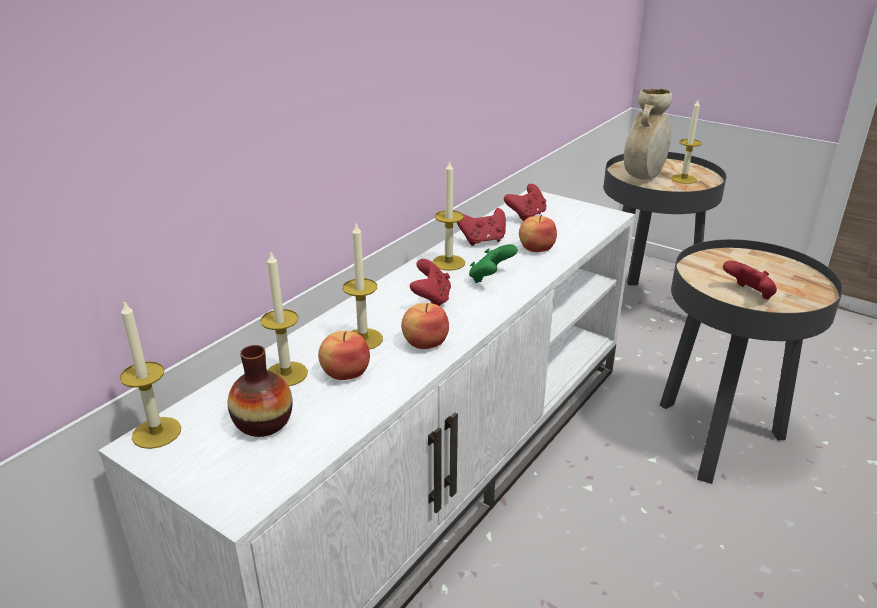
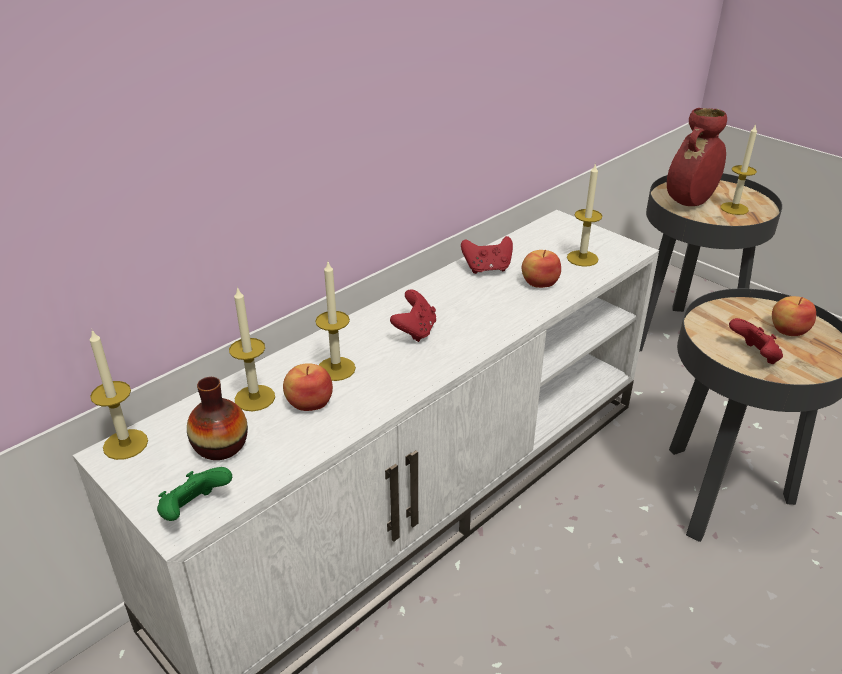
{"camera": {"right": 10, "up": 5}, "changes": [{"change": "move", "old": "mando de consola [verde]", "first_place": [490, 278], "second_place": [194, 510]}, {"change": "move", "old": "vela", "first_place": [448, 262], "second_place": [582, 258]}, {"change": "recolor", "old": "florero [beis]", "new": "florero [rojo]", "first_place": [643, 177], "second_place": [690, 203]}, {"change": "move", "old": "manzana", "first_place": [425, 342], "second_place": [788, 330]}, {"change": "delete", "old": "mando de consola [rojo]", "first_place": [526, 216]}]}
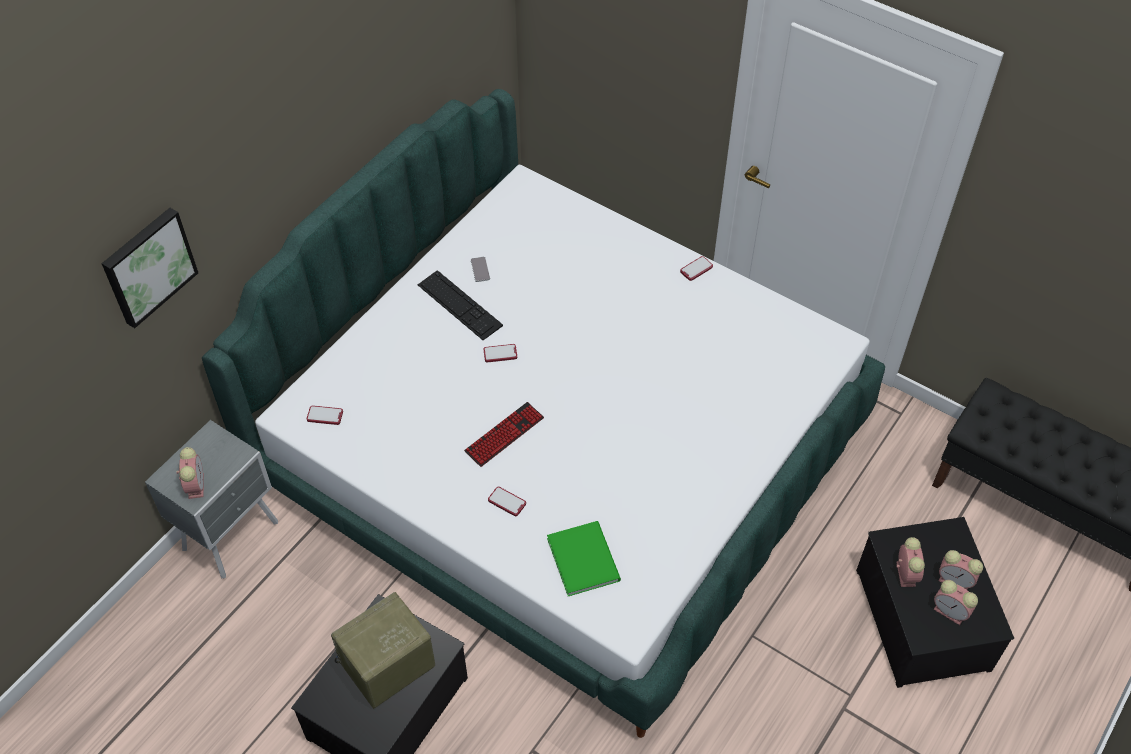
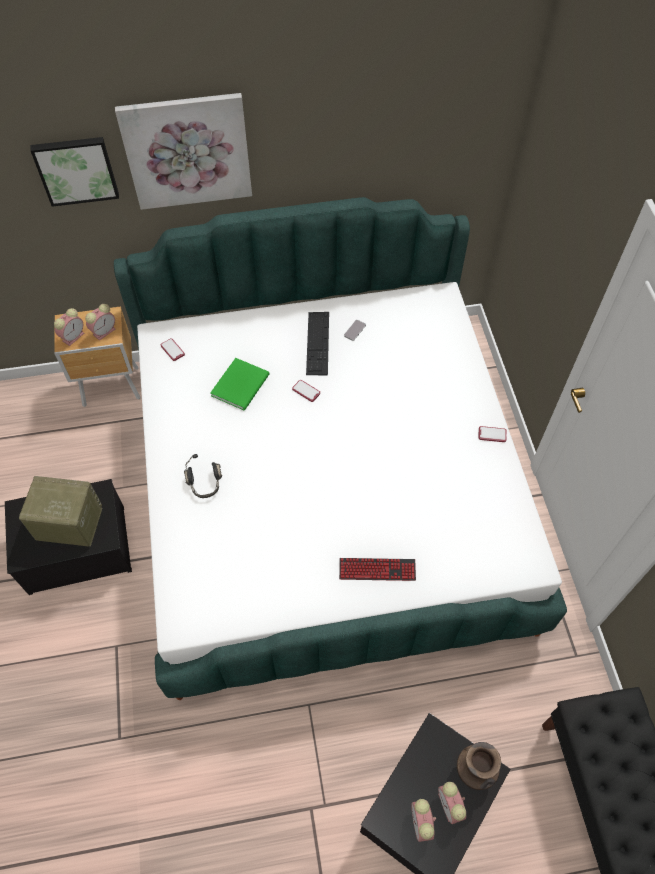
{"camera": {"right": 45, "up": 5}, "changes": [{"change": "recolor", "old": "mesita de noche [gris]", "new": "mesita de noche [marrón]", "first_place": [233, 535], "second_place": [113, 387]}, {"change": "move", "old": "despertador", "first_place": [905, 572], "second_place": [104, 331]}, {"change": "insert", "new": "cuadro", "second_place": [187, 151]}, {"change": "replace", "old": "móvil", "new": "auriculares [negro]", "first_place": [507, 502], "second_place": [205, 484]}, {"change": "move", "old": "libro [verde]", "first_place": [584, 557], "second_place": [242, 384]}, {"change": "move", "old": "teclado", "first_place": [504, 435], "second_place": [377, 570]}, {"change": "insert", "new": "florero [marrón]", "second_place": [474, 771]}]}
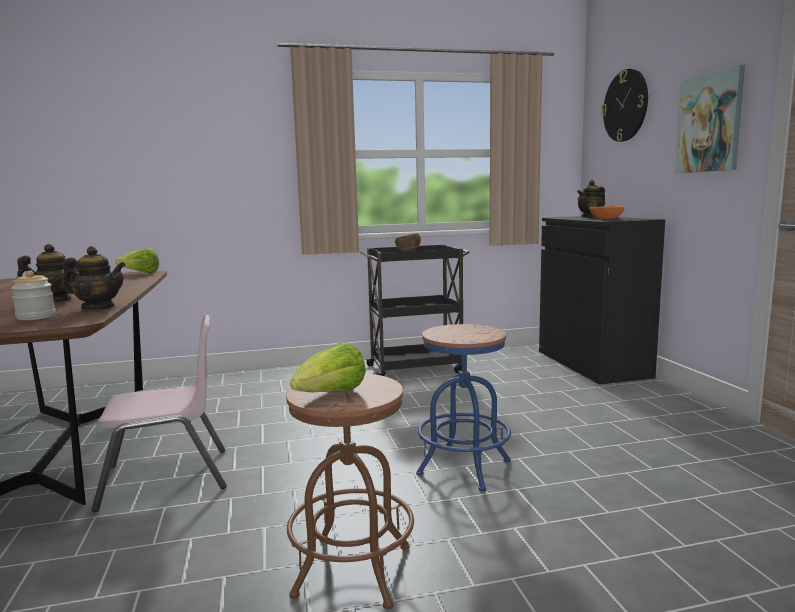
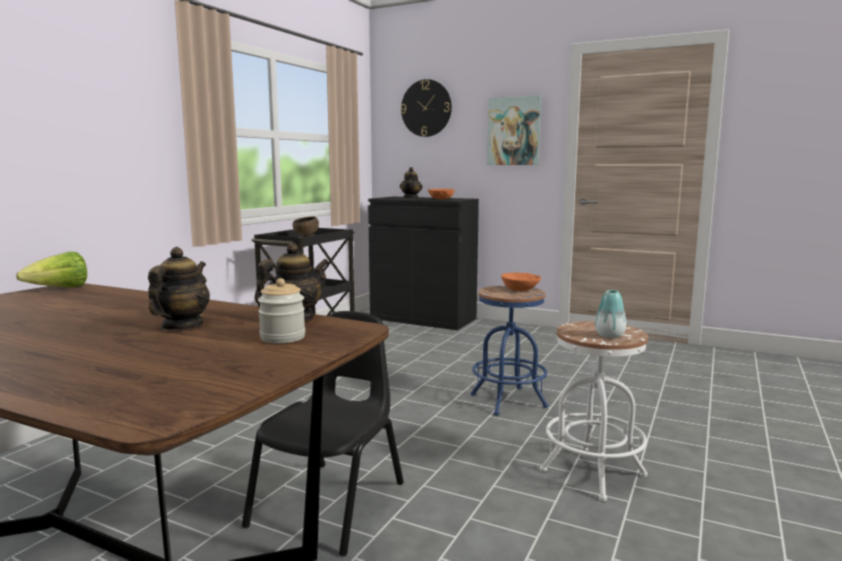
{"camera": {"right": -50, "up": 0}, "changes": [{"change": "recolor", "old": "silla [rosa]", "new": "silla [negro]", "first_place": [166, 478], "second_place": [331, 504]}, {"change": "insert", "new": "cuenco [naranja]", "second_place": [519, 290]}, {"change": "recolor", "old": "taburete [marrón]", "new": "taburete [blanco]", "first_place": [353, 571], "second_place": [593, 473]}, {"change": "replace", "old": "lechuga", "new": "florero", "first_place": [331, 395], "second_place": [609, 336]}]}
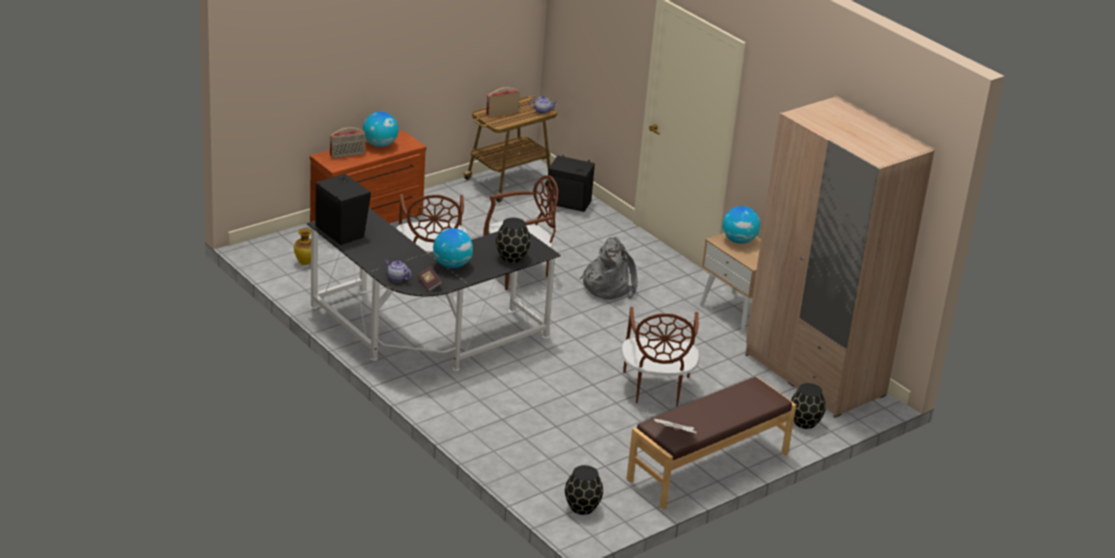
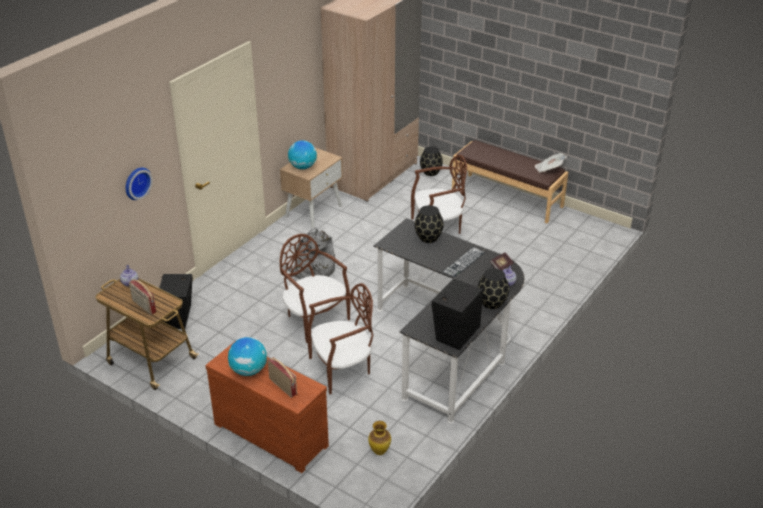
{"camera": {"right": -105, "up": 5}, "changes": [{"change": "insert", "new": "reloj de pared", "second_place": [136, 182]}, {"change": "replace", "old": "globo terráqueo", "new": "teclado", "first_place": [452, 265], "second_place": [464, 262]}, {"change": "move", "old": "florero [negro]", "first_place": [582, 507], "second_place": [491, 302]}]}
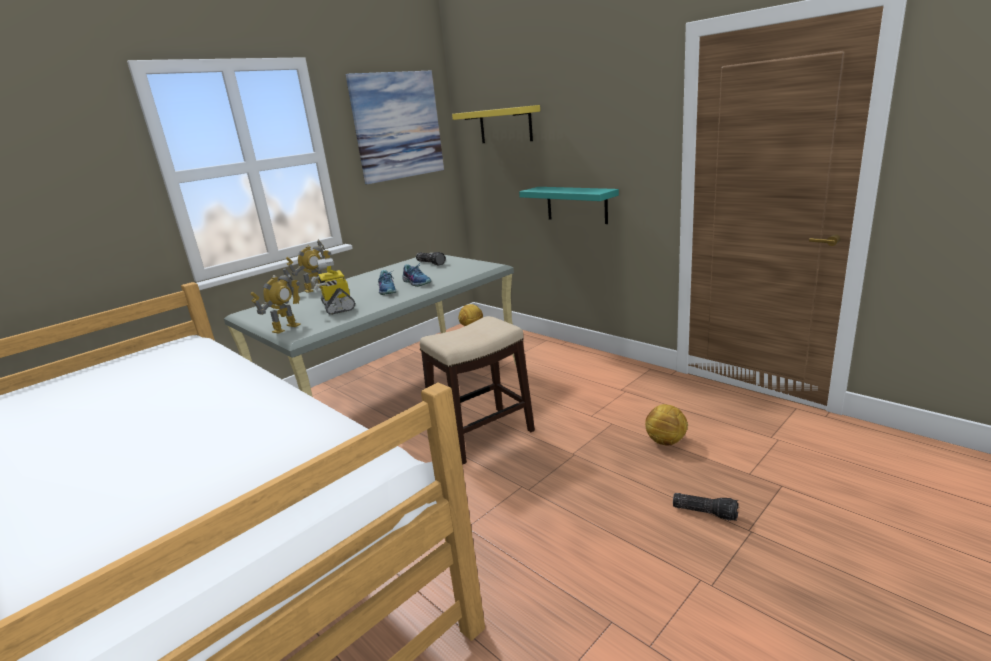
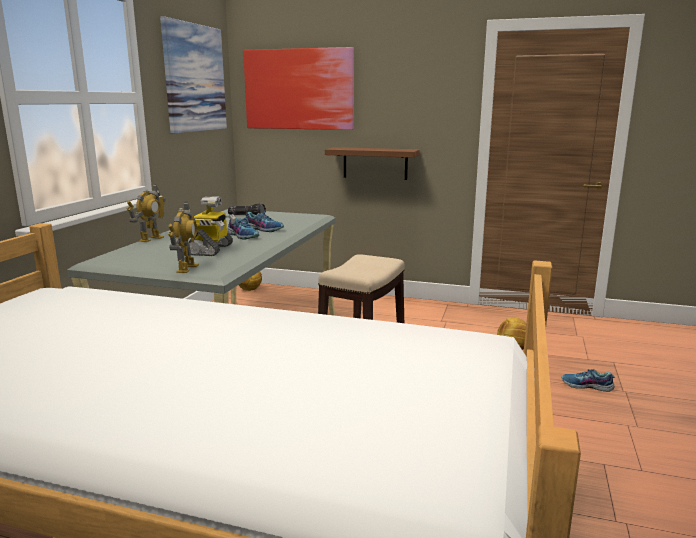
{"camera": {"right": -30, "up": -5}, "changes": [{"change": "rotate", "old": "robot de juguete", "first_place": [337, 306], "second_place": [211, 250], "degrees": -120}, {"change": "replace", "old": "estante [amarillo]", "new": "cuadro", "first_place": [505, 125], "second_place": [299, 89]}, {"change": "recolor", "old": "estante [turquesa]", "new": "estante [marrón]", "first_place": [576, 204], "second_place": [375, 163]}, {"change": "replace", "old": "linterna", "new": "zapato", "first_place": [705, 512], "second_place": [587, 386]}]}
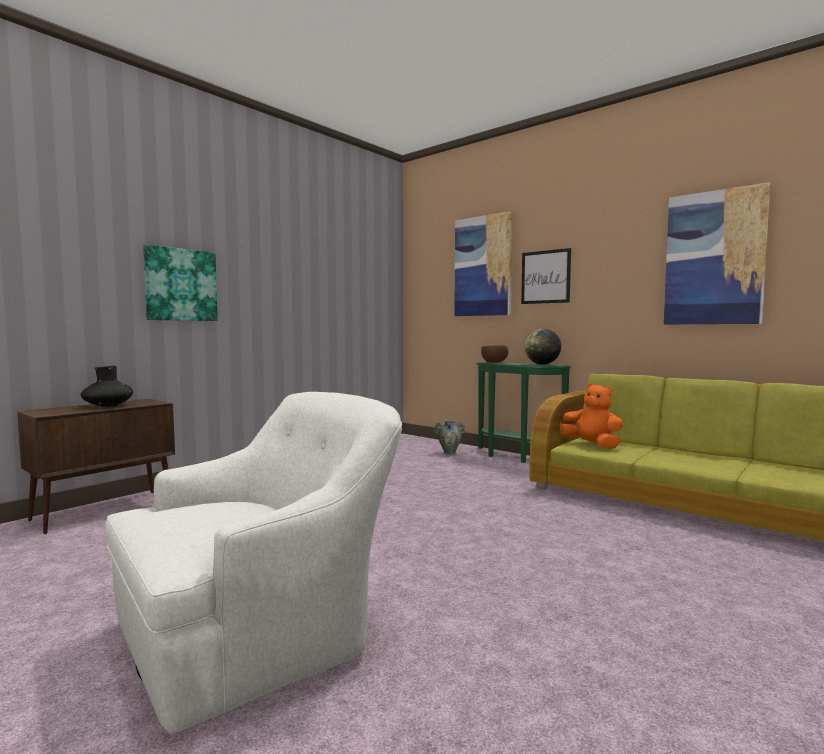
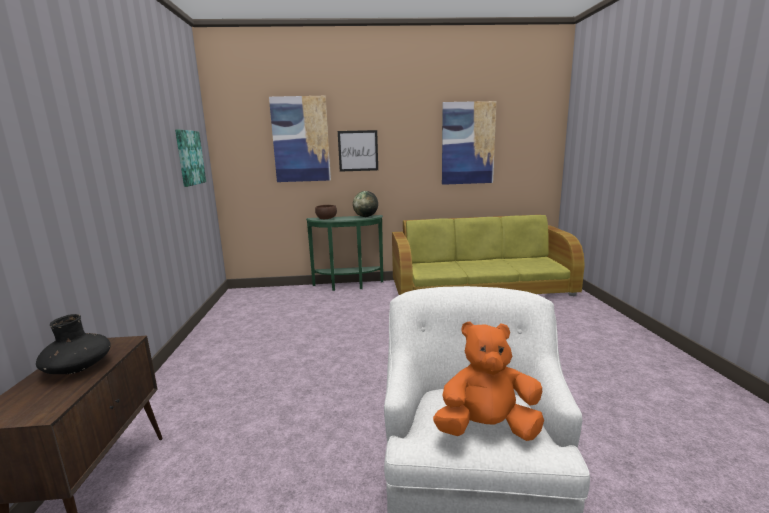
{"camera": {"right": -45, "up": 10}, "changes": [{"change": "move", "old": "cuadro", "first_place": [181, 285], "second_place": [189, 158]}, {"change": "move", "old": "peluche [naranja]", "first_place": [591, 445], "second_place": [487, 429]}, {"change": "delete", "old": "florero", "first_place": [449, 452]}]}
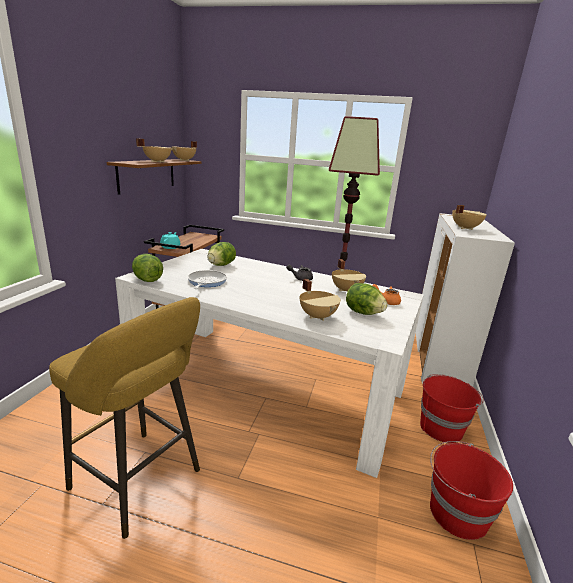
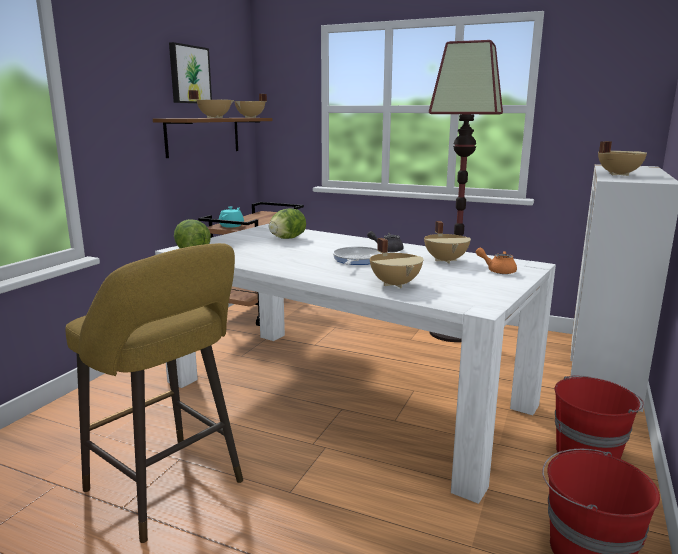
{"camera": {"right": 10, "up": -5}, "changes": [{"change": "insert", "new": "cuadro", "second_place": [189, 74]}, {"change": "move", "old": "sartén", "first_place": [206, 282], "second_place": [356, 260]}, {"change": "delete", "old": "lechuga", "first_place": [363, 313]}]}
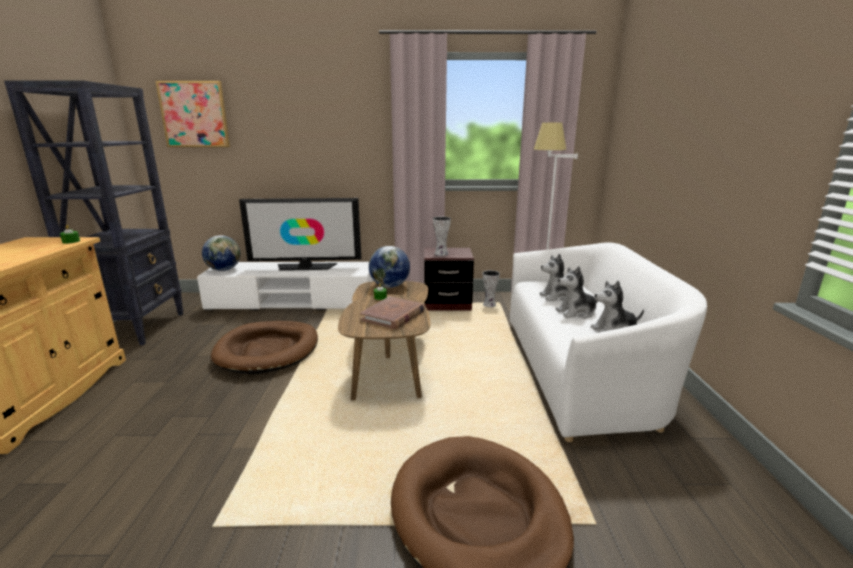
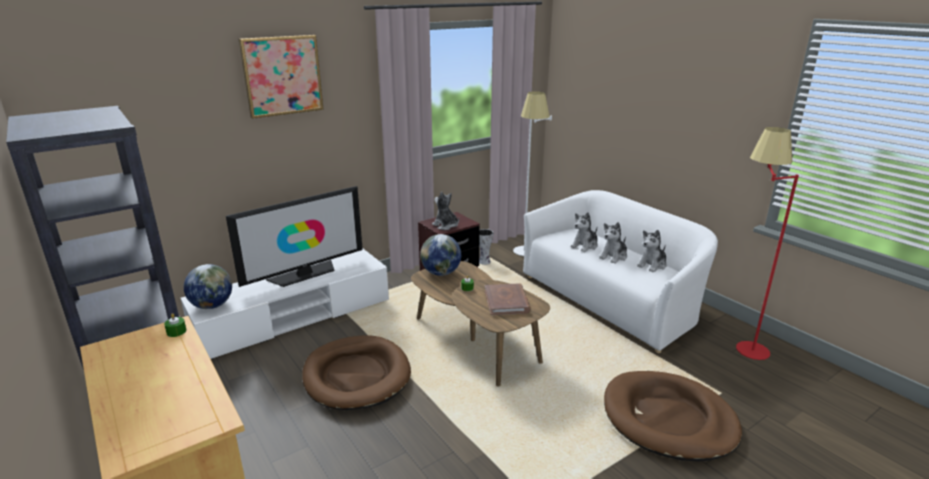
{"camera": {"right": -35, "up": 5}, "changes": [{"change": "move", "old": "cuadro", "first_place": [194, 114], "second_place": [282, 75]}, {"change": "replace", "old": "florero", "new": "peluche", "first_place": [441, 254], "second_place": [445, 226]}, {"change": "insert", "new": "lámpara de pie [rojo]", "second_place": [739, 343]}]}
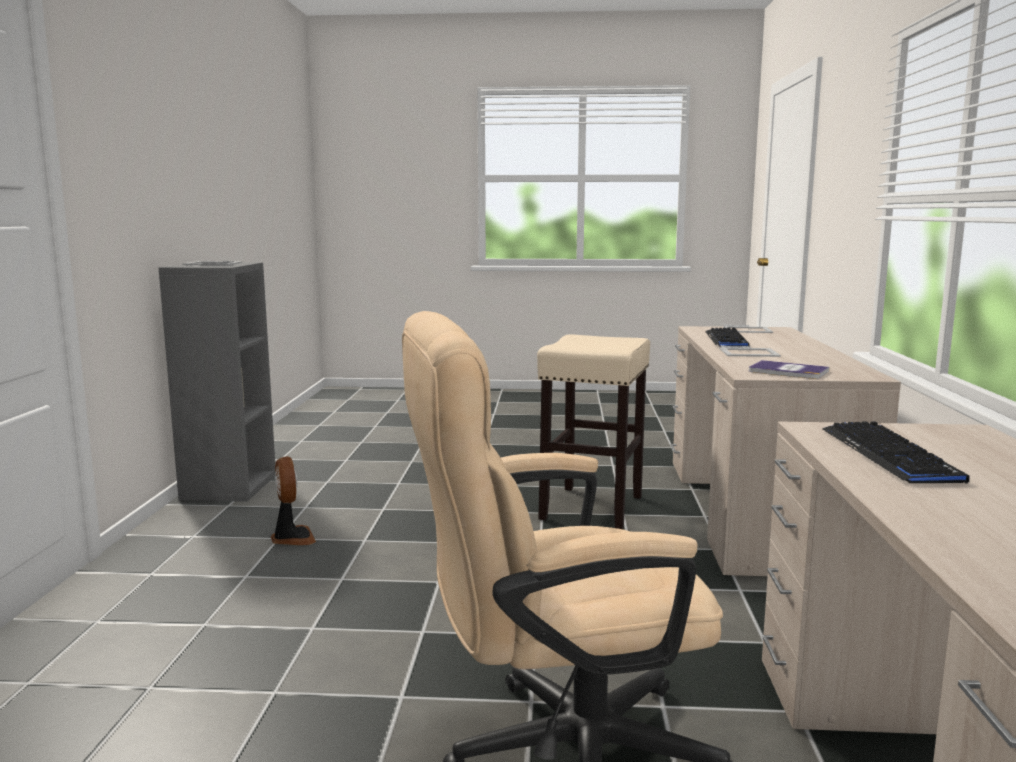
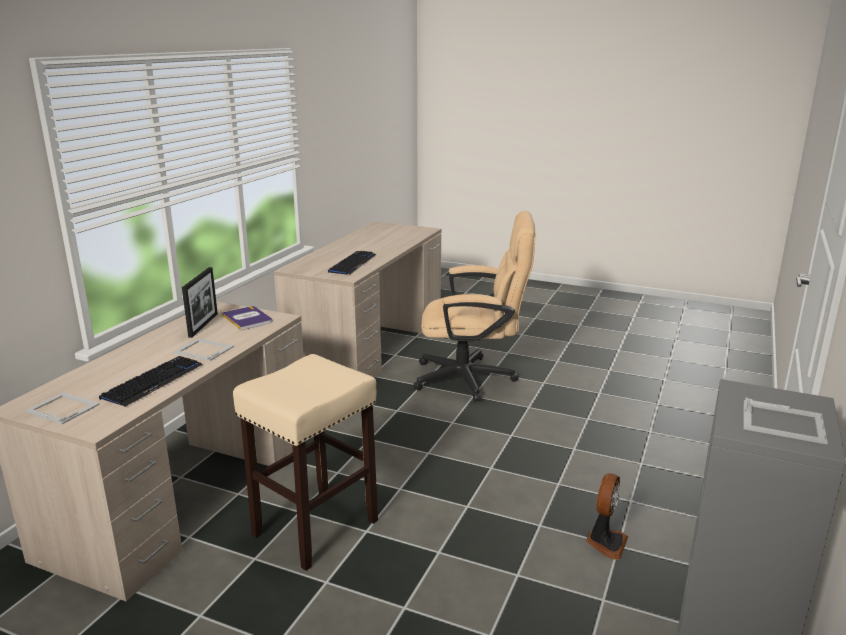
{"camera": {"right": -160, "up": 10}, "changes": [{"change": "insert", "new": "portarretratos", "second_place": [203, 325]}, {"change": "rotate", "old": "ventilador", "first_place": [292, 538], "second_place": [605, 542], "degrees": -150}]}
